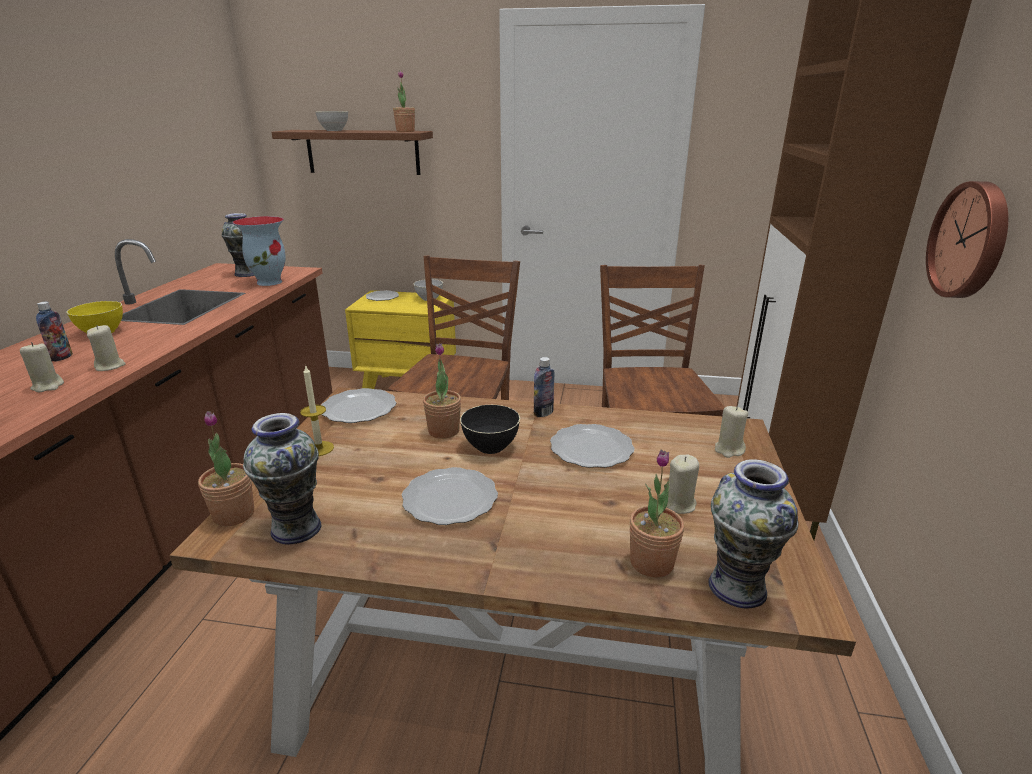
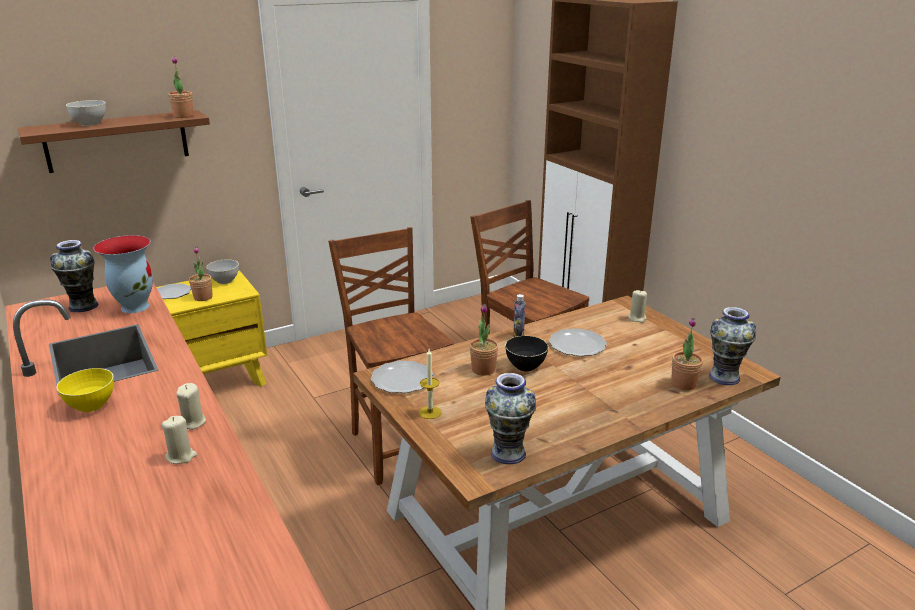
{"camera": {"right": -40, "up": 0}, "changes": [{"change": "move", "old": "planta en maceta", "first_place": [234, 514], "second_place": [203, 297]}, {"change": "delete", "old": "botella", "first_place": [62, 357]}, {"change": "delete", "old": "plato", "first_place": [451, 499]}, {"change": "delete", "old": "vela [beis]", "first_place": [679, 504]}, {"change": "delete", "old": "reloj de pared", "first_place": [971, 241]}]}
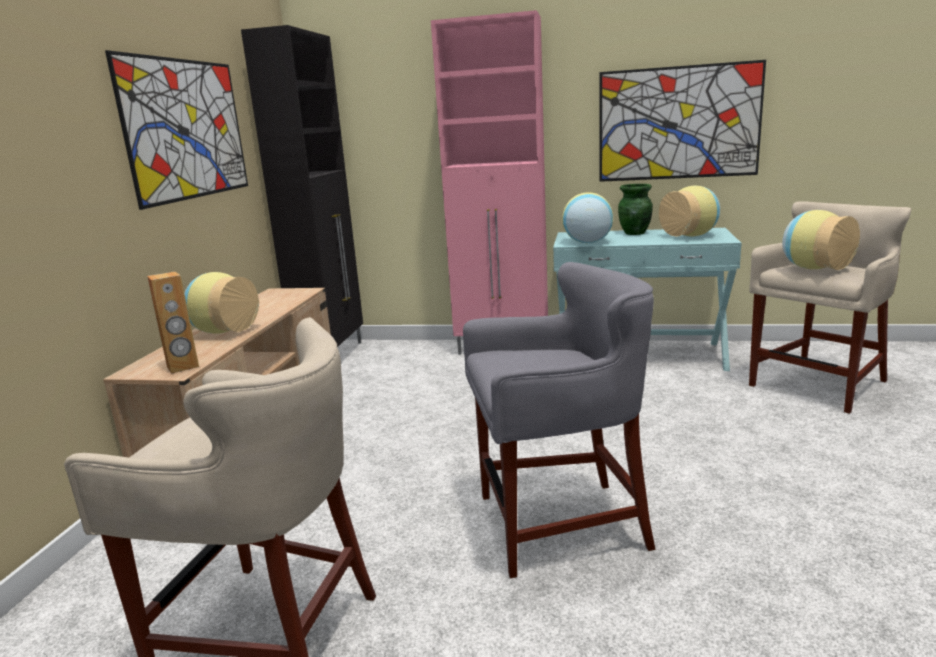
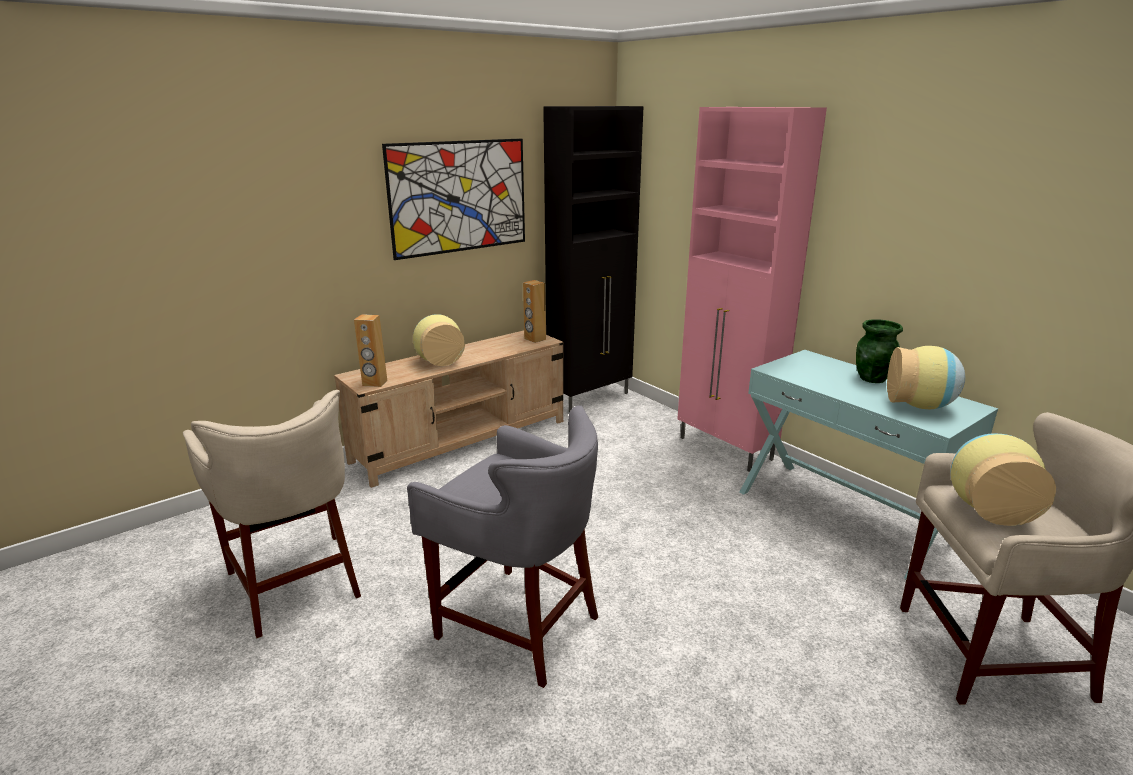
{"camera": {"right": 40, "up": 5}, "changes": [{"change": "insert", "new": "altavoz [marrón]", "second_place": [534, 339]}, {"change": "delete", "old": "florero", "first_place": [587, 242]}, {"change": "delete", "old": "cuadro", "first_place": [678, 123]}]}
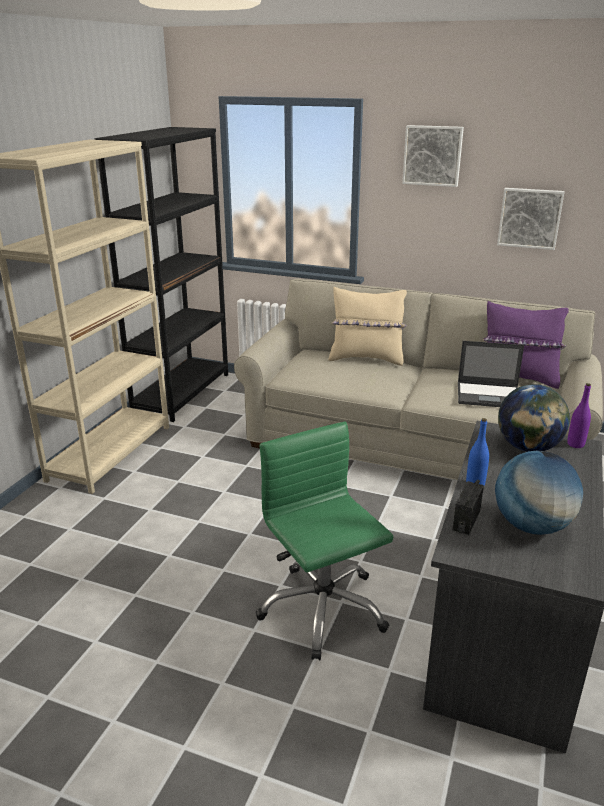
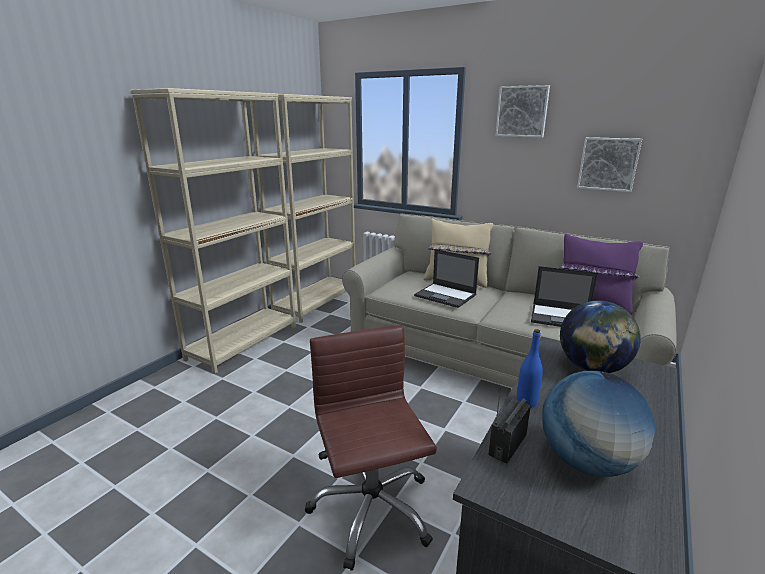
{"camera": {"right": 10, "up": -5}, "changes": [{"change": "recolor", "old": "estantería [negro]", "new": "estantería [beis]", "first_place": [182, 393], "second_place": [316, 301]}, {"change": "recolor", "old": "silla de oficina [verde]", "new": "silla de oficina [marrón]", "first_place": [322, 609], "second_place": [371, 510]}, {"change": "insert", "new": "portátil", "second_place": [446, 295]}, {"change": "delete", "old": "botella [morado]", "first_place": [575, 444]}]}
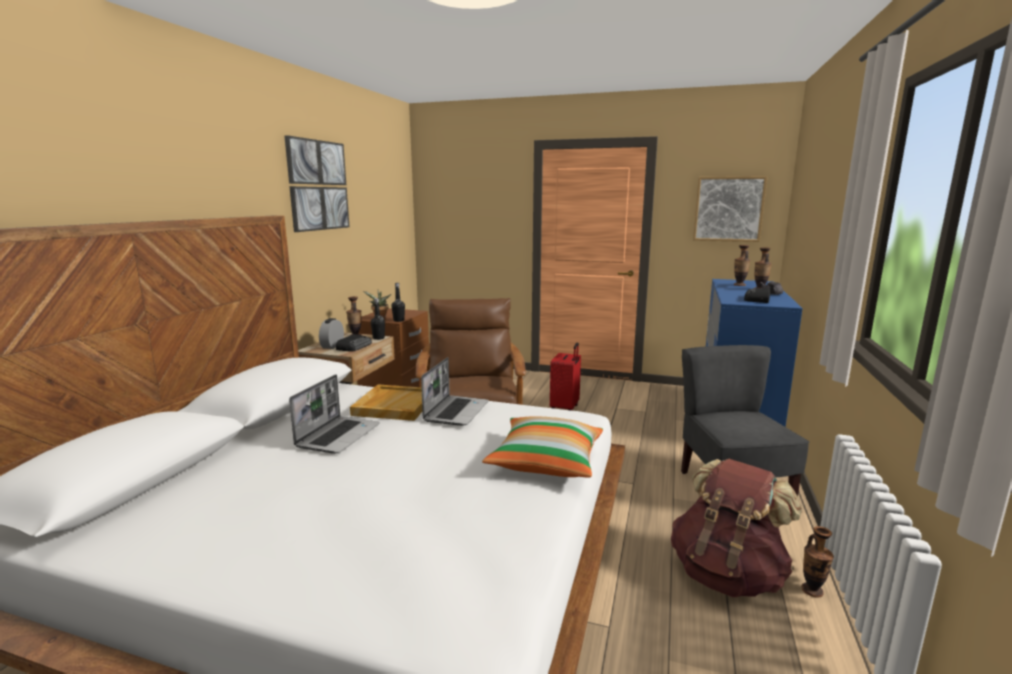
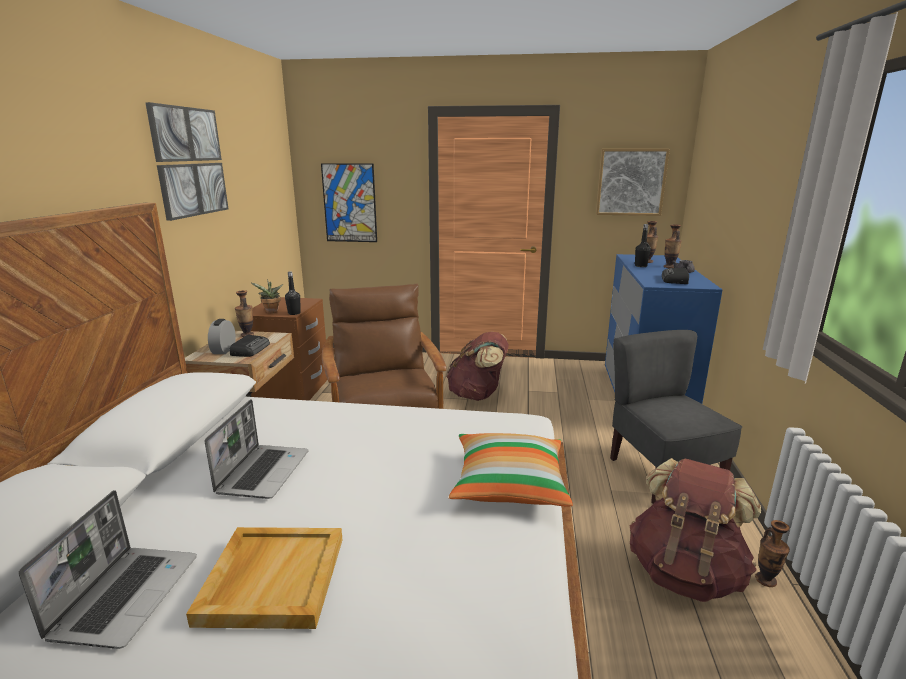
{"camera": {"right": -10, "up": 5}, "changes": [{"change": "move", "old": "portátil", "first_place": [456, 411], "second_place": [126, 595]}, {"change": "move", "old": "bandeja [beis]", "first_place": [394, 405], "second_place": [272, 578]}, {"change": "insert", "new": "cuadro", "second_place": [349, 203]}, {"change": "replace", "old": "maleta [rojo]", "new": "mochila [marrón]", "first_place": [565, 408], "second_place": [478, 395]}, {"change": "move", "old": "botella [negro]", "first_place": [378, 338], "second_place": [640, 266]}]}
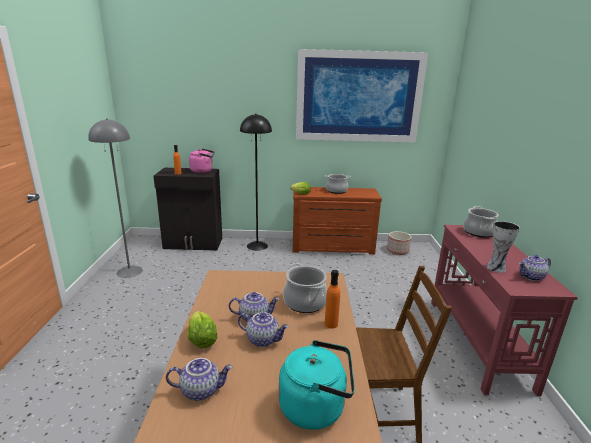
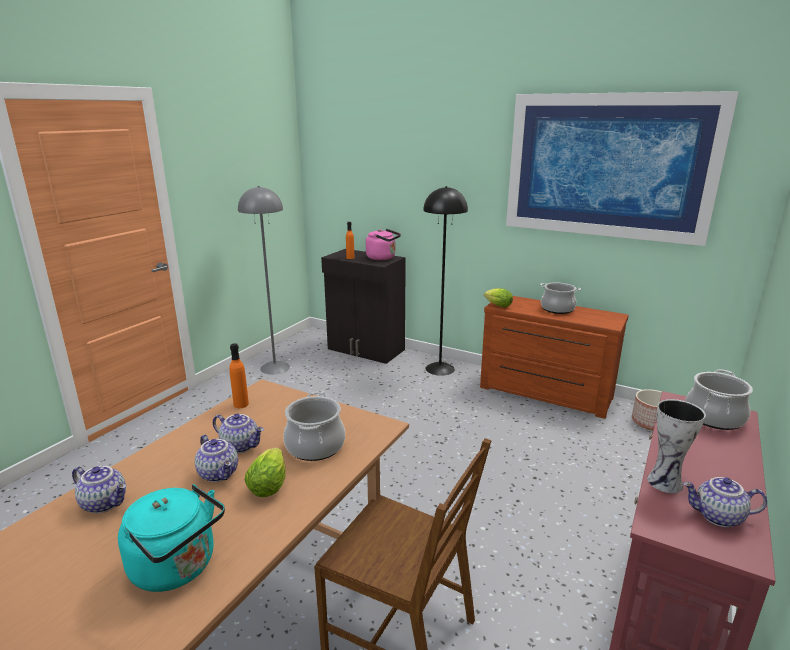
{"camera": {"right": 30, "up": 0}, "changes": [{"change": "move", "old": "botella [naranja]", "first_place": [331, 324], "second_place": [241, 404]}, {"change": "move", "old": "lechuga", "first_place": [201, 338], "second_place": [270, 484]}]}
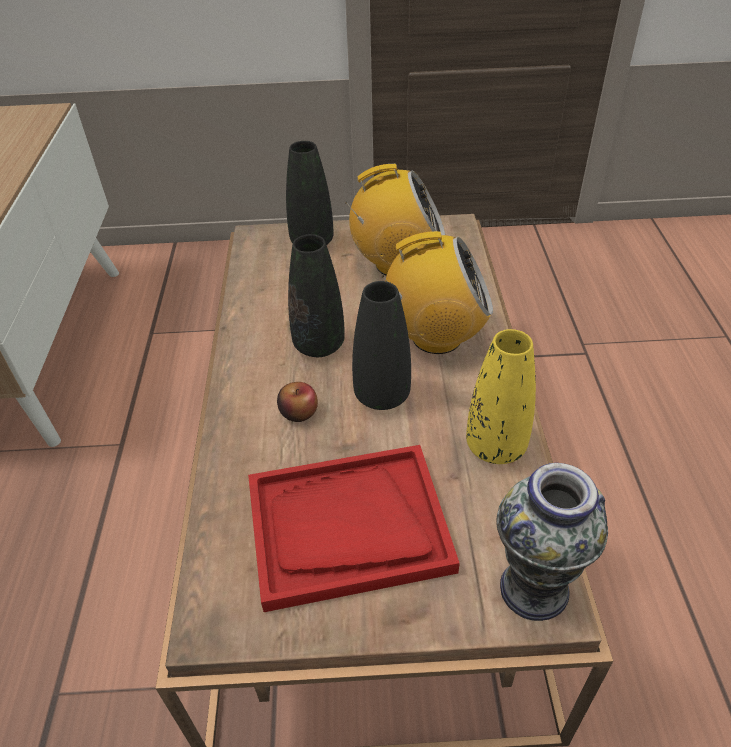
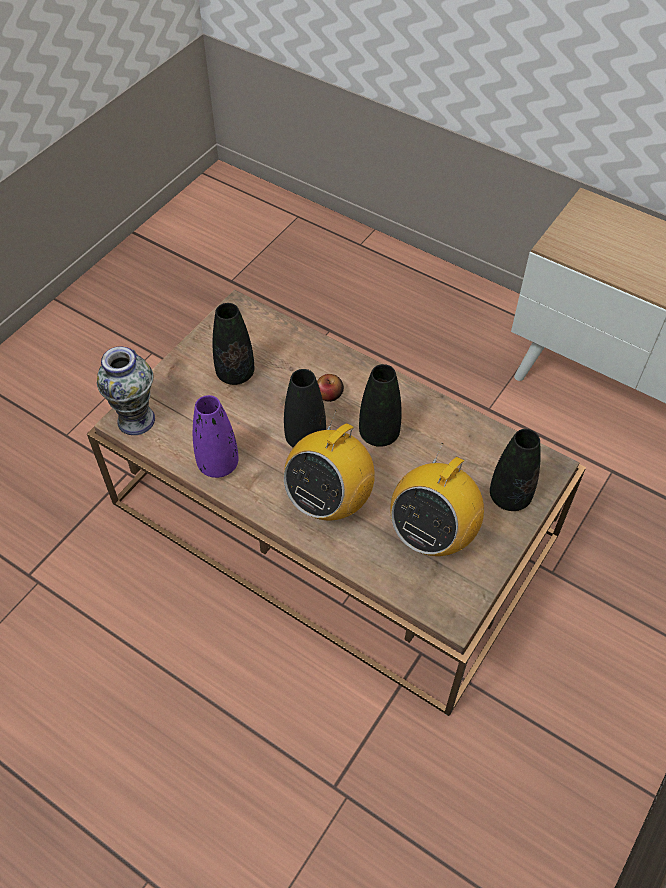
{"camera": {"right": 125, "up": 10}, "changes": [{"change": "recolor", "old": "florero [amarillo]", "new": "florero [morado]", "first_place": [495, 447], "second_place": [218, 464]}, {"change": "replace", "old": "bandeja [rojo]", "new": "florero [negro]", "first_place": [348, 527], "second_place": [235, 374]}]}
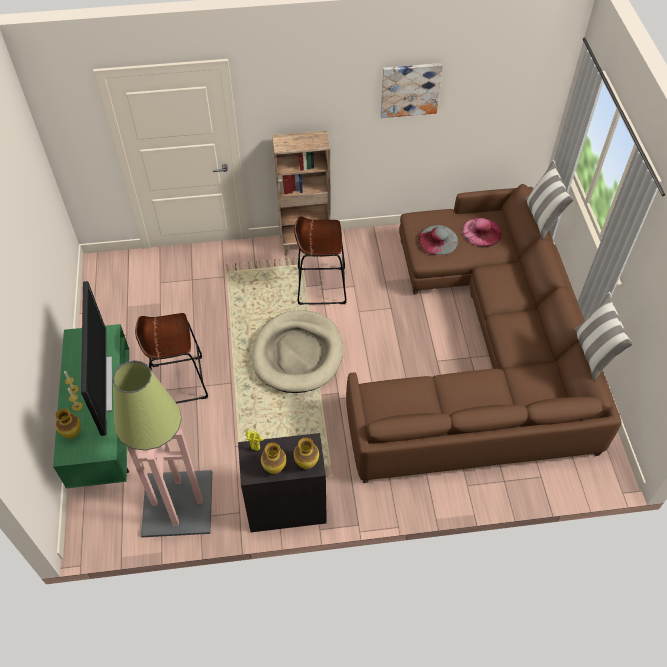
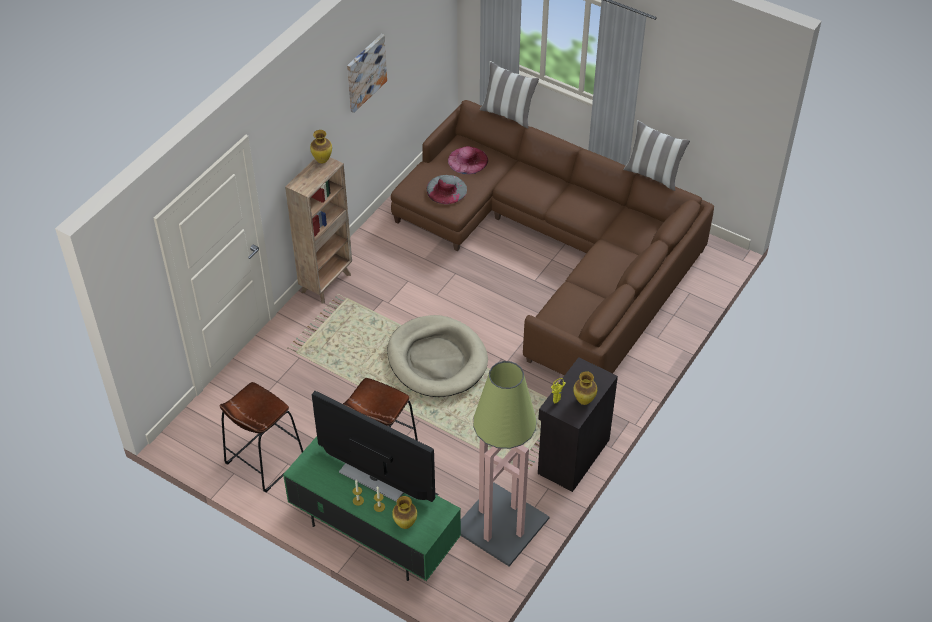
{"camera": {"right": -50, "up": -5}, "changes": [{"change": "move", "old": "taburete [marrón]", "first_place": [321, 286], "second_place": [264, 460]}, {"change": "move", "old": "florero", "first_place": [307, 463], "second_place": [322, 160]}]}
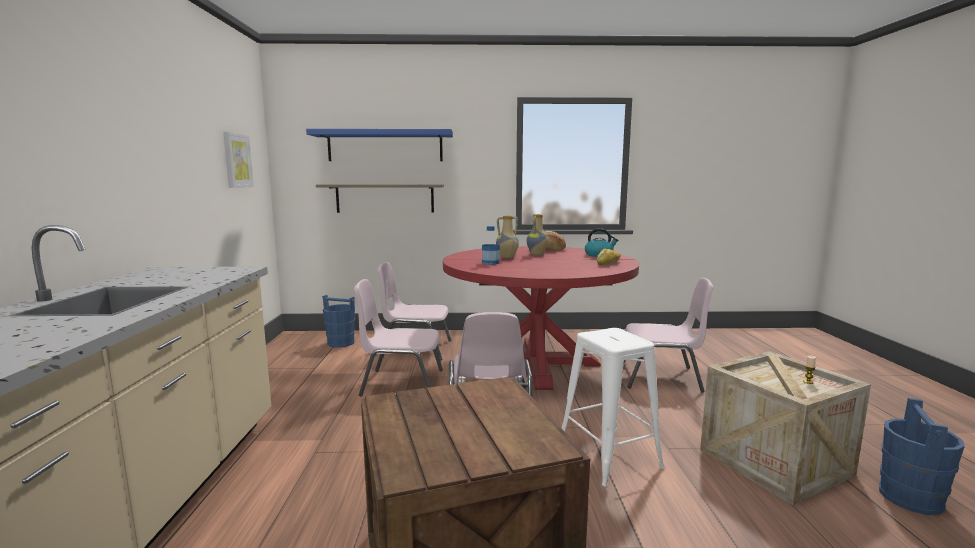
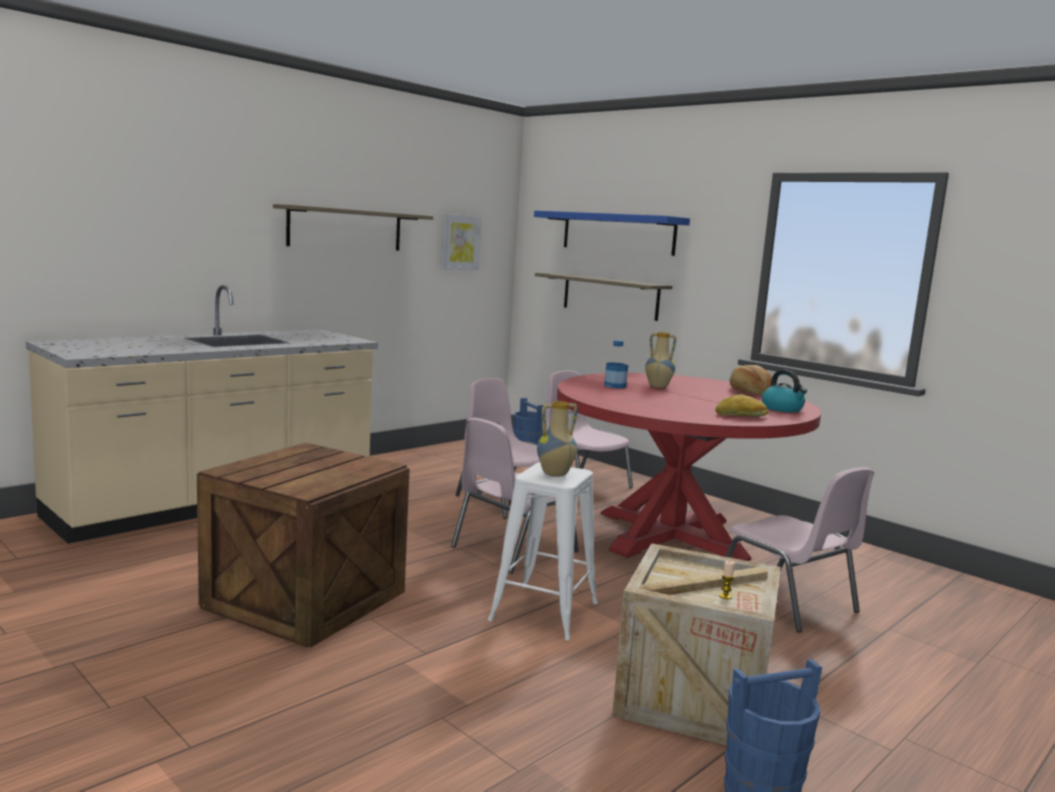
{"camera": {"right": 45, "up": 0}, "changes": [{"change": "insert", "new": "estante", "second_place": [345, 229]}, {"change": "move", "old": "florero", "first_place": [537, 254], "second_place": [555, 474]}]}
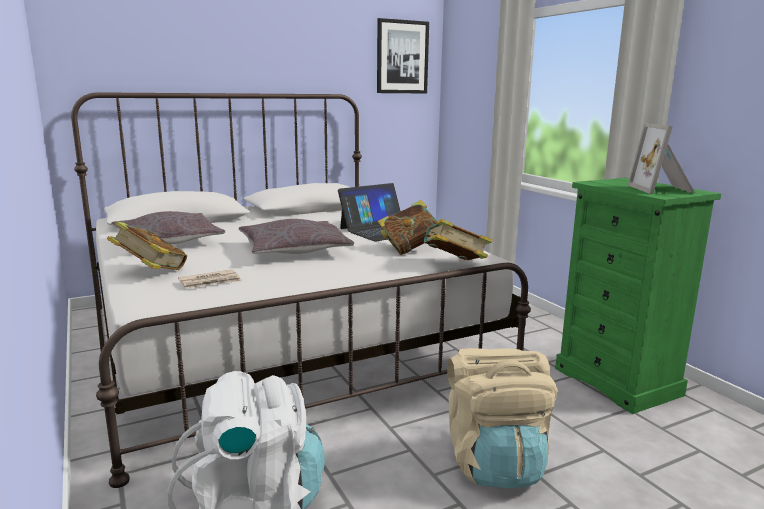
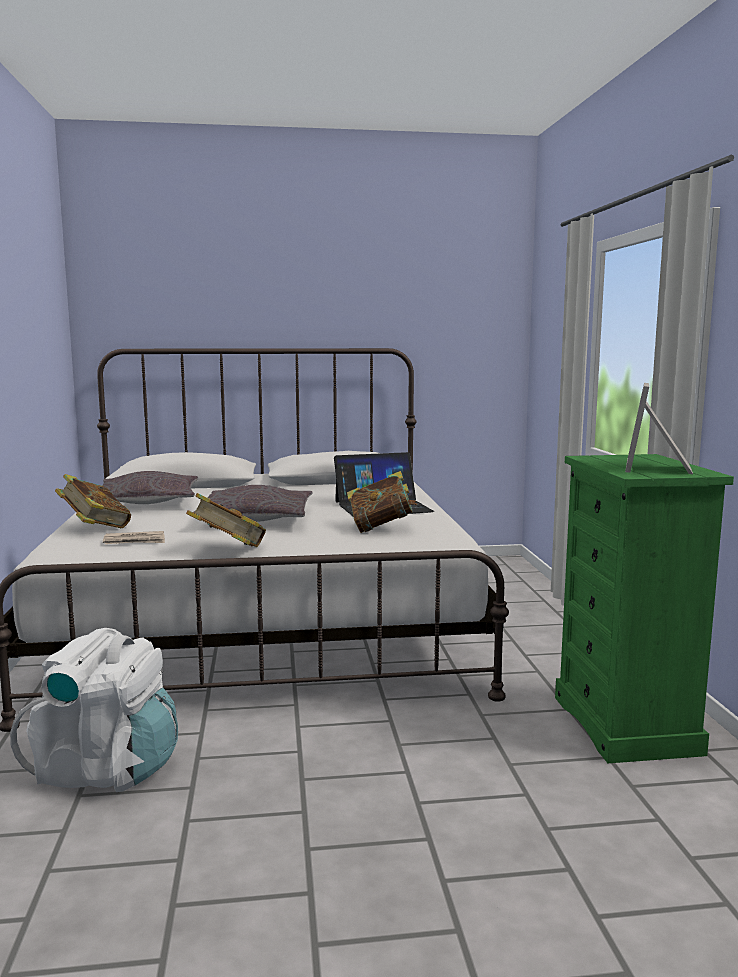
{"camera": {"right": 20, "up": -5}, "changes": [{"change": "move", "old": "libro", "first_place": [453, 265], "second_place": [228, 550]}, {"change": "delete", "old": "cuadro", "first_place": [402, 57]}, {"change": "delete", "old": "mochila [beis]", "first_place": [495, 462]}]}
